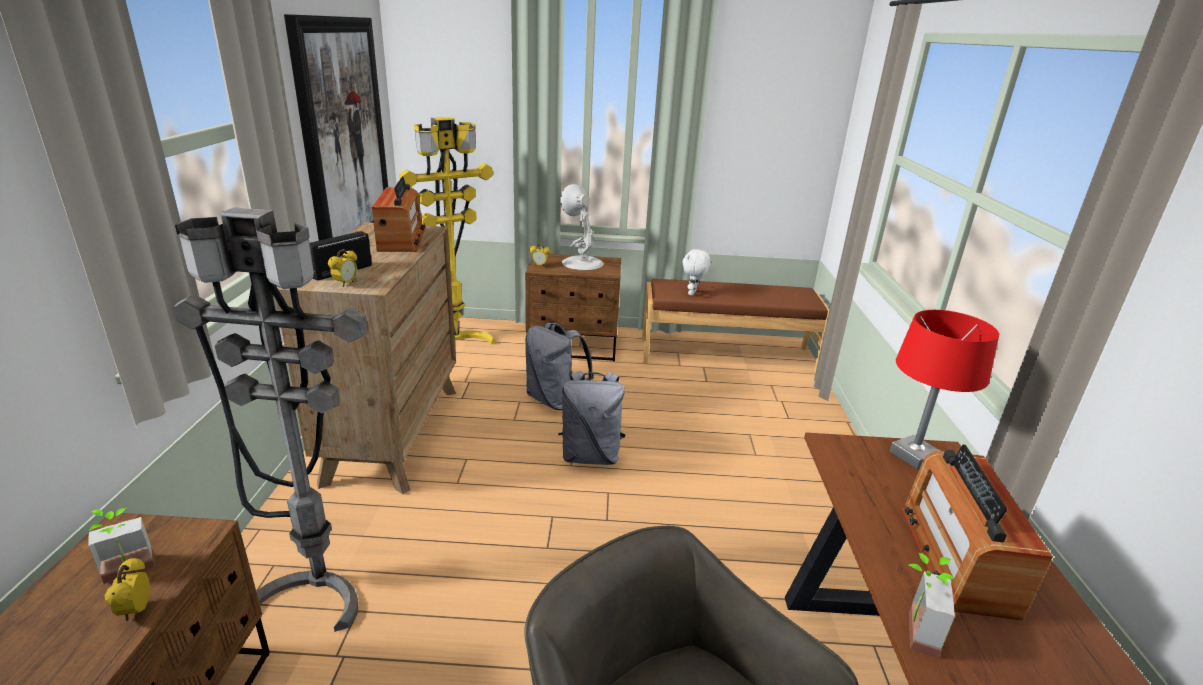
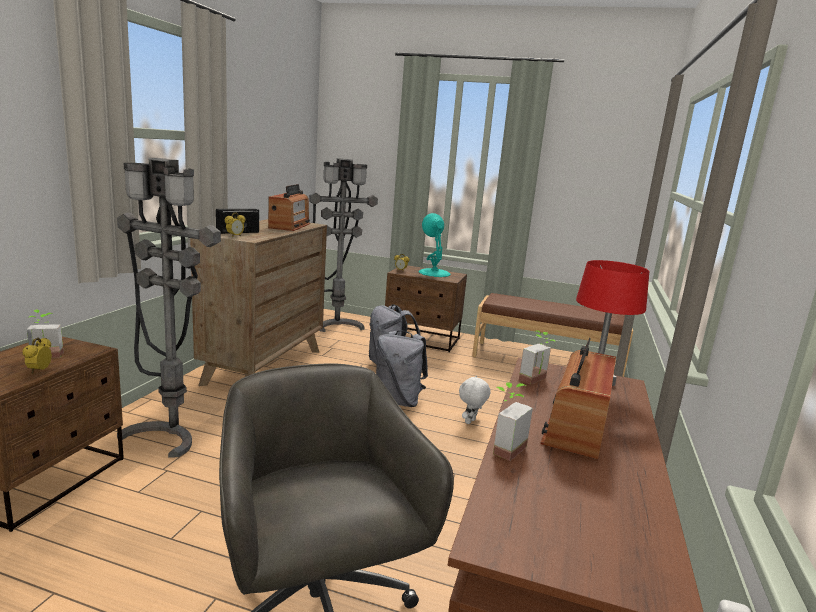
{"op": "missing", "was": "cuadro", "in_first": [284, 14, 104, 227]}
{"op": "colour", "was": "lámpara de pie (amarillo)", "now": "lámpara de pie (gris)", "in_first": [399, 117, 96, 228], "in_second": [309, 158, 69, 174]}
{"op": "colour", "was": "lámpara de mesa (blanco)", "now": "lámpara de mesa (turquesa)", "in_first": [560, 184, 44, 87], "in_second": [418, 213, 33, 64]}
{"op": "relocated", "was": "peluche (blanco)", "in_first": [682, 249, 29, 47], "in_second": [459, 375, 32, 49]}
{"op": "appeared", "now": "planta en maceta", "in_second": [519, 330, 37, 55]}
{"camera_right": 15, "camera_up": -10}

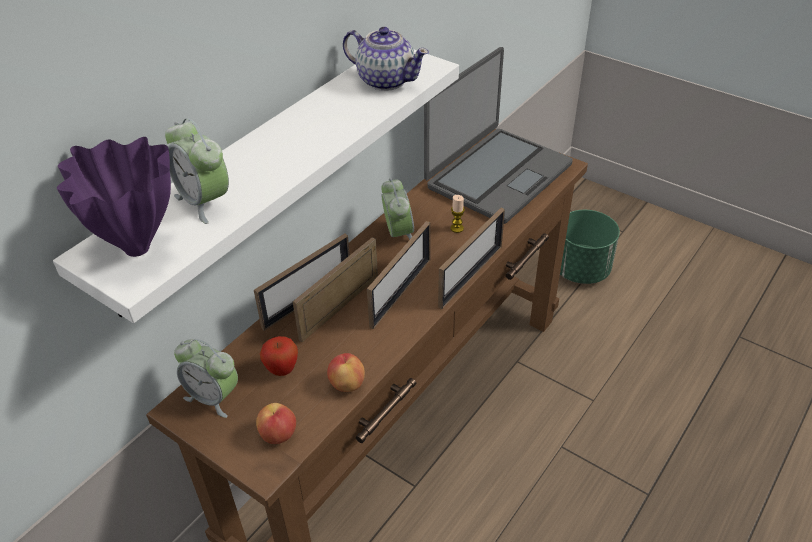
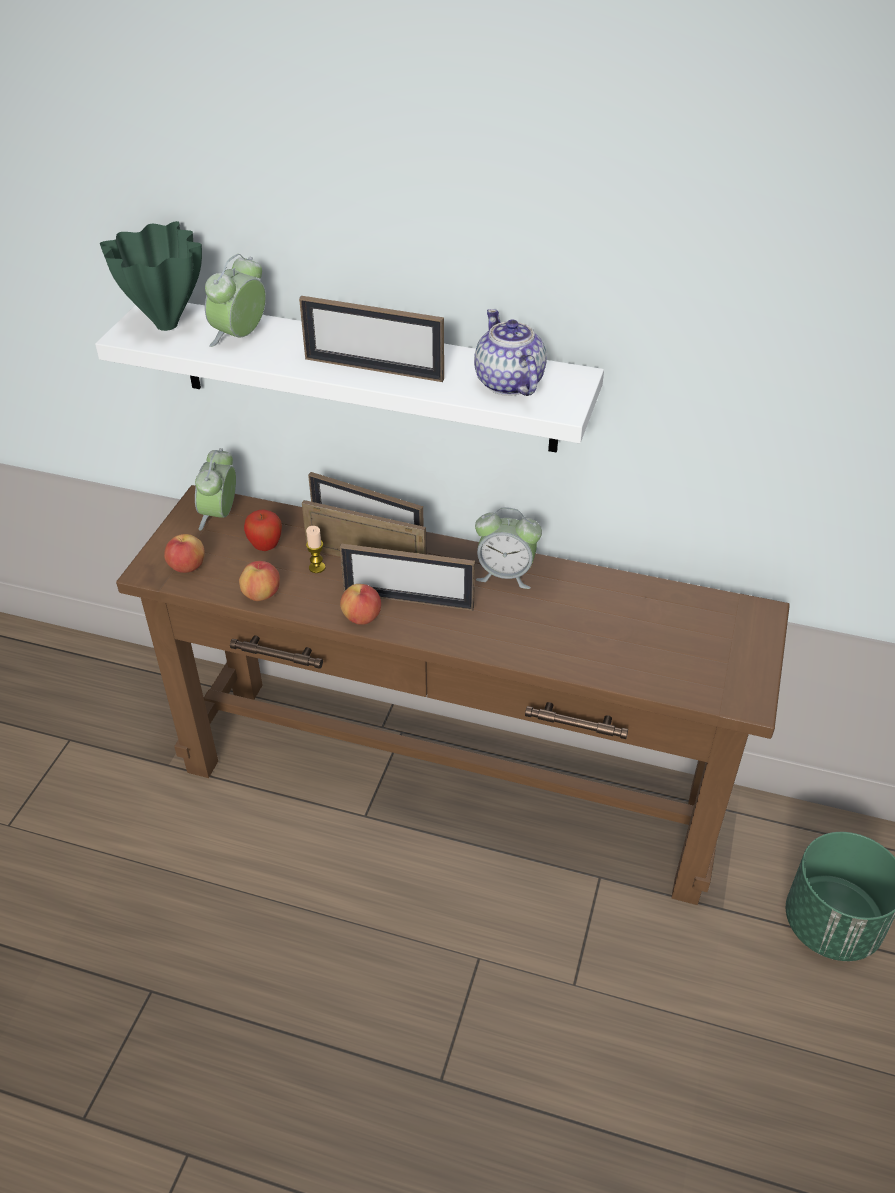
{"op": "spun", "was": "tetera", "in_first": [343, 27, 86, 64], "in_second": [474, 309, 73, 87], "clockwise": 150}
{"op": "missing", "was": "portátil", "in_first": [424, 47, 149, 177]}
{"op": "colour", "was": "florero (morado)", "now": "florero (verde)", "in_first": [57, 137, 114, 120], "in_second": [100, 221, 102, 110]}
{"op": "spun", "was": "despertador", "in_first": [381, 178, 33, 62], "in_second": [475, 507, 67, 82], "clockwise": 45}
{"op": "relocated", "was": "vela", "in_first": [451, 195, 14, 38], "in_second": [306, 526, 19, 47]}
{"op": "relocated", "was": "portarretratos", "in_first": [438, 208, 67, 101], "in_second": [299, 296, 145, 86]}
{"op": "appeared", "now": "manzana", "in_second": [340, 584, 41, 41]}
{"camera_right": 70, "camera_up": 0}

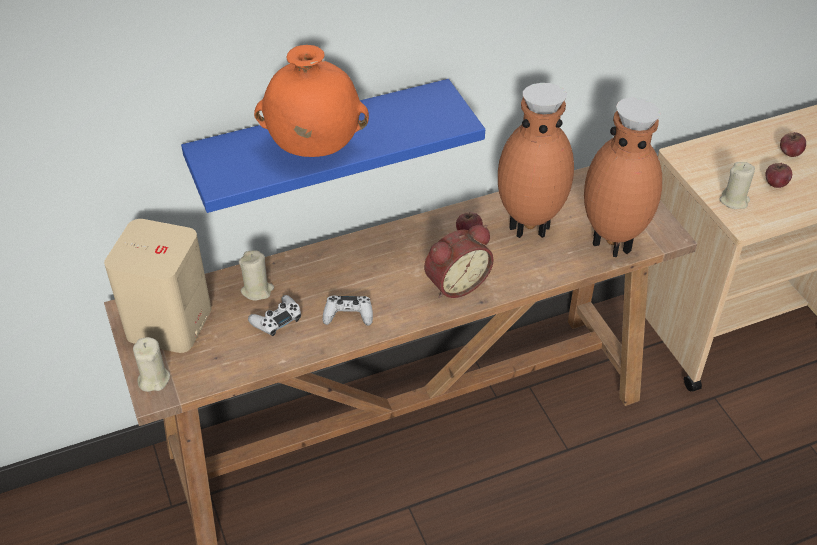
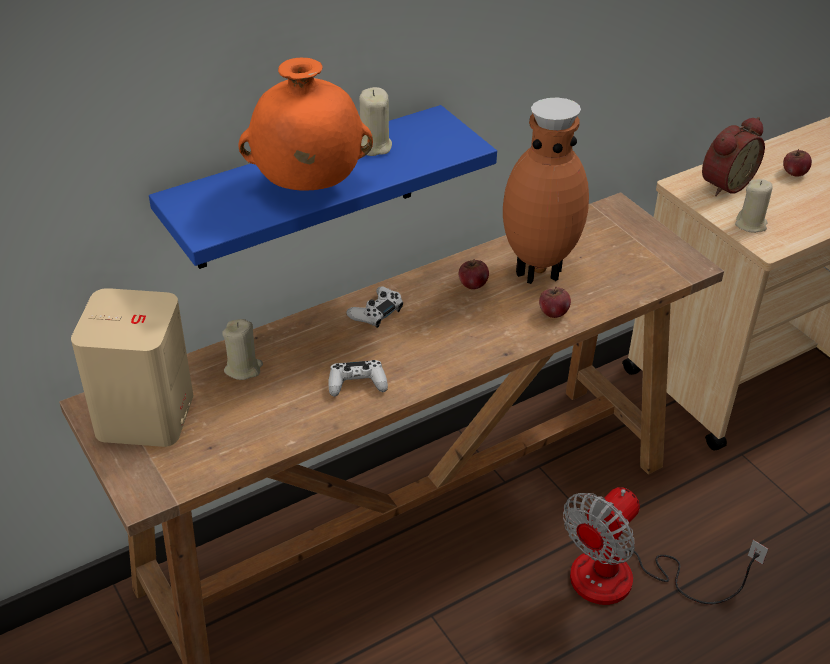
{"op": "missing", "was": "florero (marrón)", "in_first": [584, 97, 78, 160]}
{"op": "relocated", "was": "manzana", "in_first": [765, 163, 27, 25], "in_second": [539, 287, 32, 31]}
{"op": "relocated", "was": "despertador", "in_first": [424, 225, 70, 73], "in_second": [702, 117, 63, 79]}
{"op": "relocated", "was": "mando de consola (blanco)", "in_first": [248, 295, 53, 41], "in_second": [347, 287, 56, 41]}
{"op": "relocated", "was": "vela (beis)", "in_first": [133, 337, 37, 55], "in_second": [359, 87, 33, 69]}
{"op": "appeared", "now": "ventilador", "in_second": [563, 487, 205, 118]}
{"camera_right": -10, "camera_up": -5}

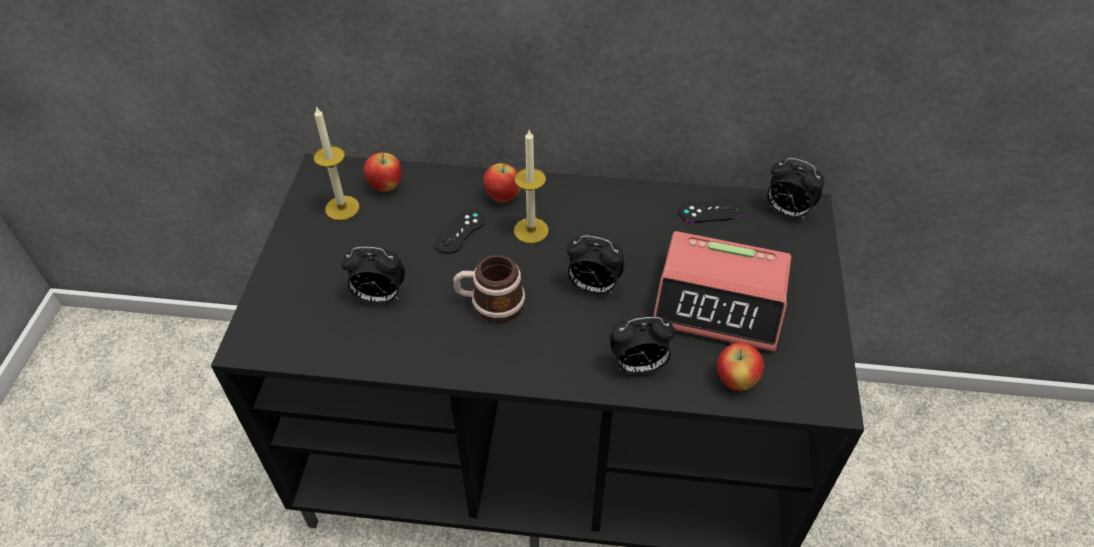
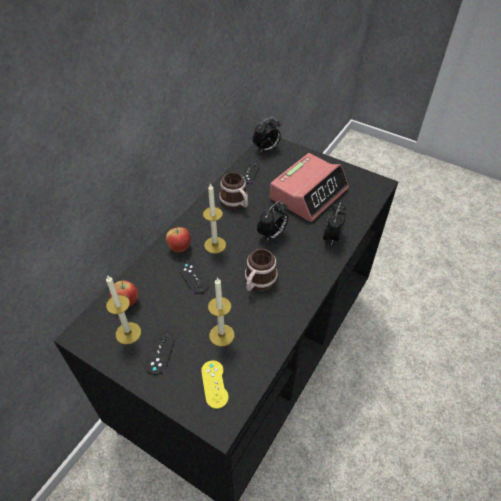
{"op": "exchanged", "was": "despertador", "now": "vela", "in_first": [341, 247, 64, 57], "in_second": [208, 277, 27, 70]}
{"op": "missing", "was": "manzana", "in_first": [717, 342, 47, 49]}
{"op": "appeared", "now": "taza grande", "in_second": [219, 172, 29, 37]}
{"op": "appeared", "now": "mando de consola (negro)", "in_second": [145, 331, 30, 44]}
{"op": "appeared", "now": "mando de consola (amarillo)", "in_second": [201, 360, 28, 49]}
{"camera_right": -65, "camera_up": 0}

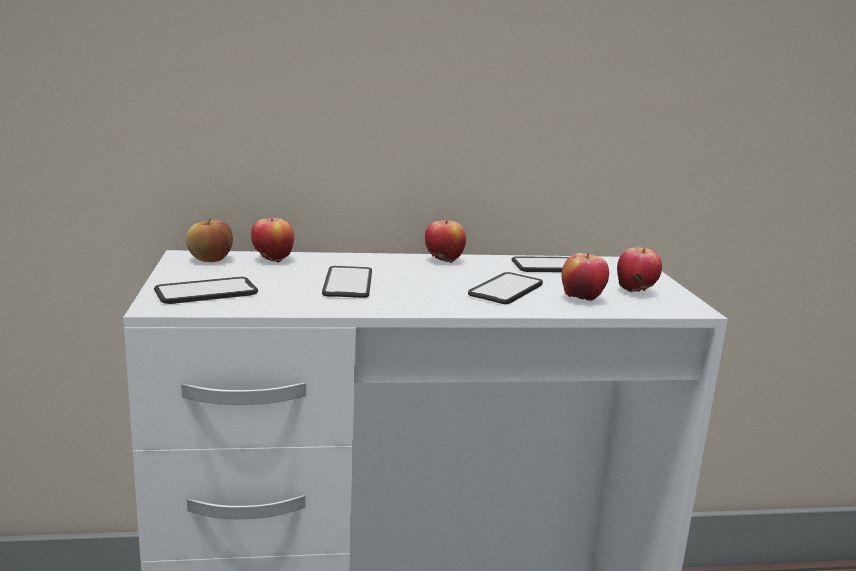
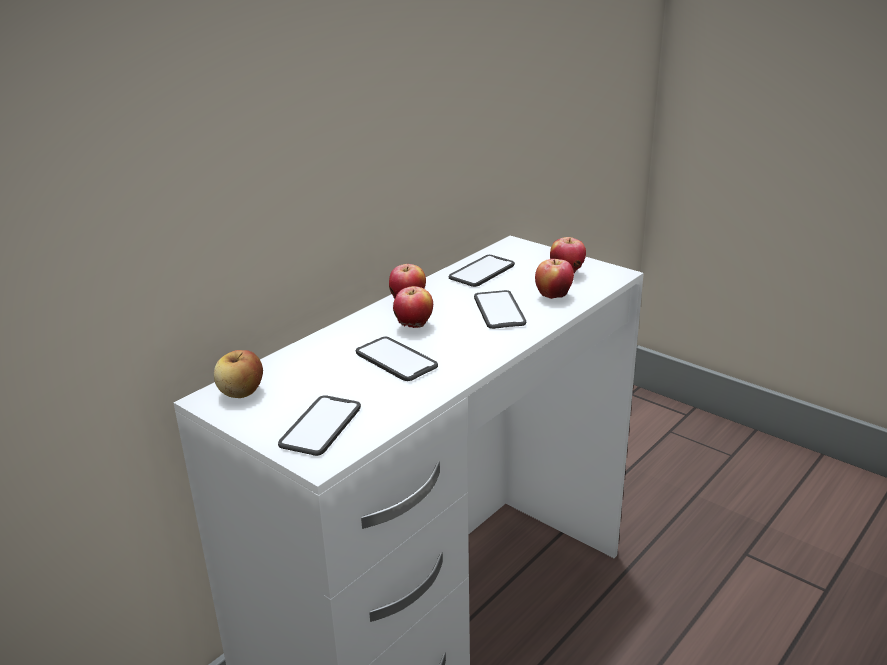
{"op": "relocated", "was": "manzana", "in_first": [251, 218, 43, 44], "in_second": [393, 286, 40, 42]}
{"camera_right": -40, "camera_up": 10}

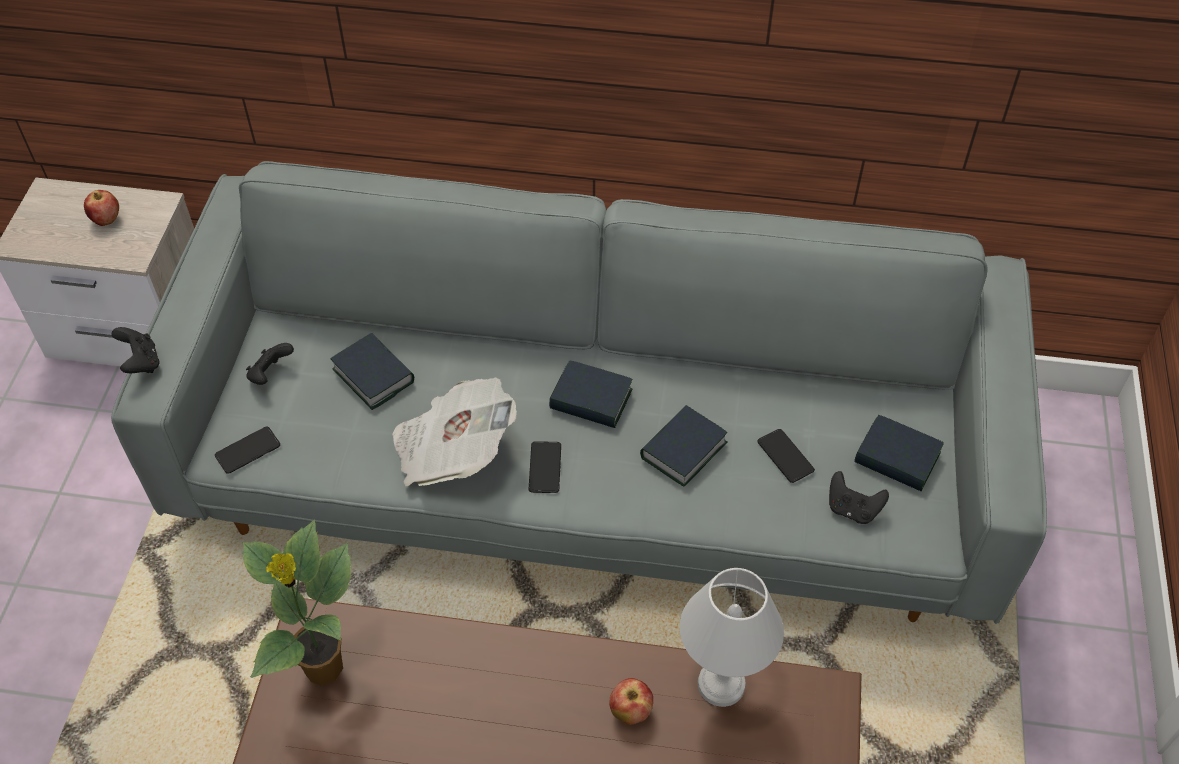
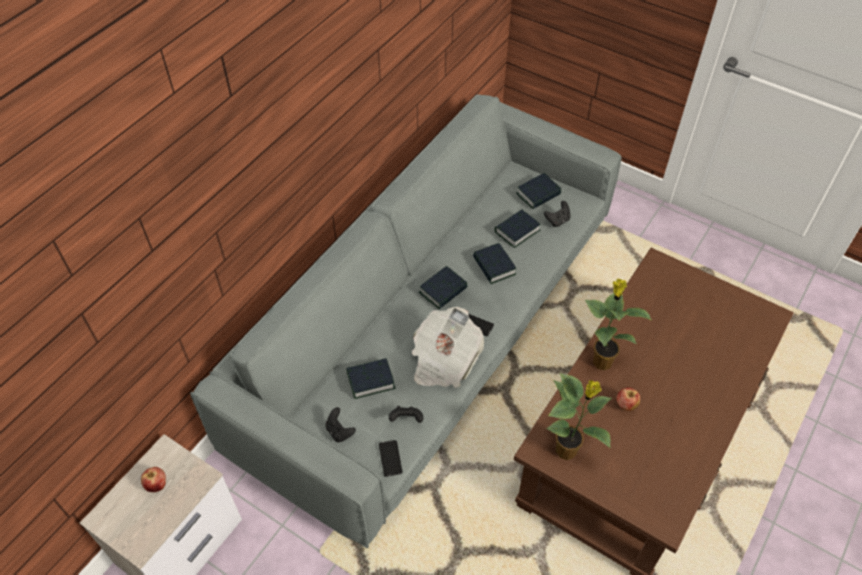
{"op": "relocated", "was": "mando de consola (negro)", "in_first": [111, 327, 49, 46], "in_second": [389, 406, 34, 17]}
{"op": "exchanged", "was": "móvil", "now": "libro", "in_first": [757, 429, 58, 54], "in_second": [495, 209, 46, 39]}
{"op": "missing", "was": "lámpara de mesa (blanco)", "in_first": [680, 568, 104, 139]}
{"op": "relocated", "was": "manzana", "in_first": [609, 678, 44, 47], "in_second": [617, 387, 23, 24]}
{"op": "appeared", "now": "planta en maceta", "in_second": [585, 279, 68, 91]}
{"camera_right": -65, "camera_up": 0}

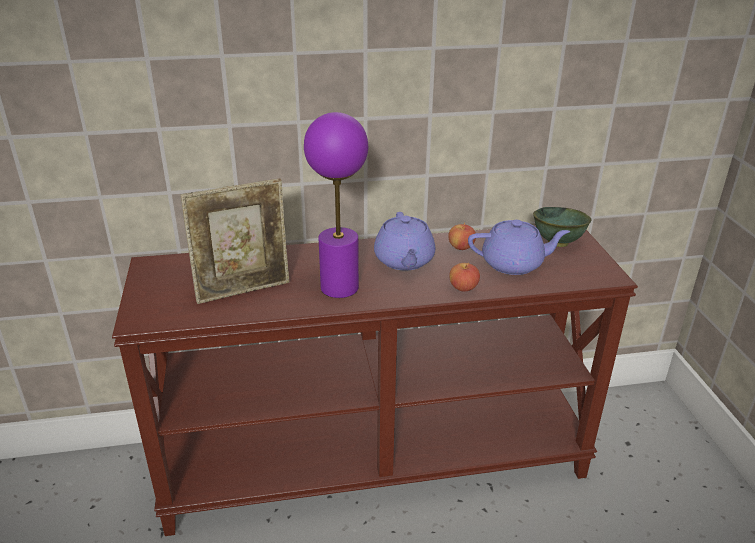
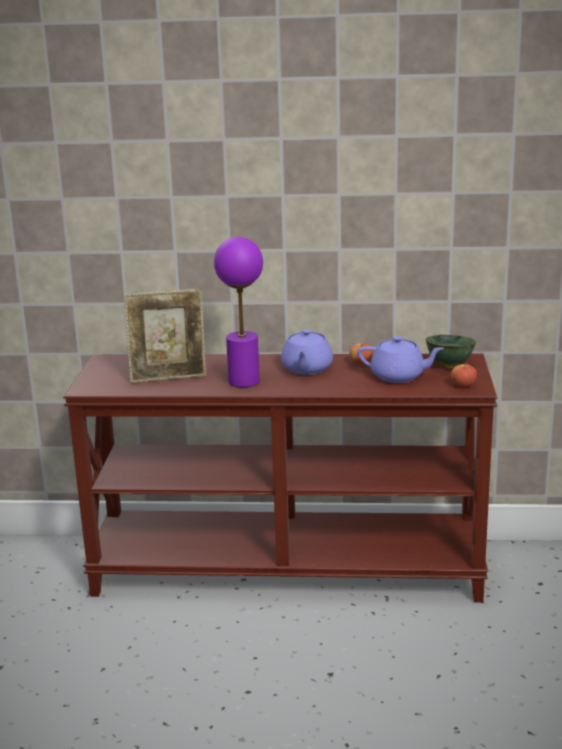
{"op": "relocated", "was": "manzana", "in_first": [449, 262, 31, 30], "in_second": [451, 363, 26, 25]}
{"camera_right": 15, "camera_up": -10}

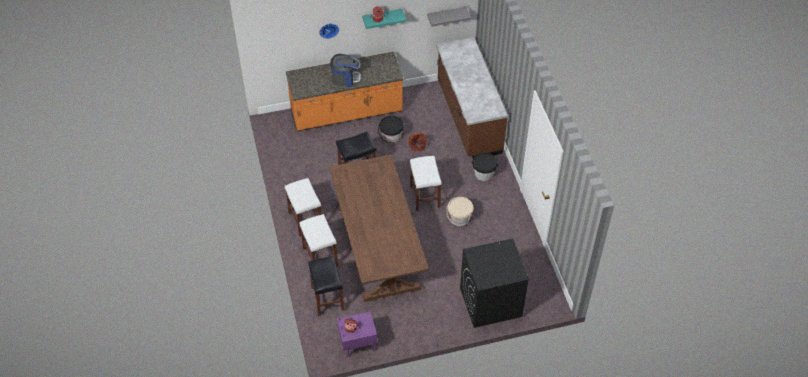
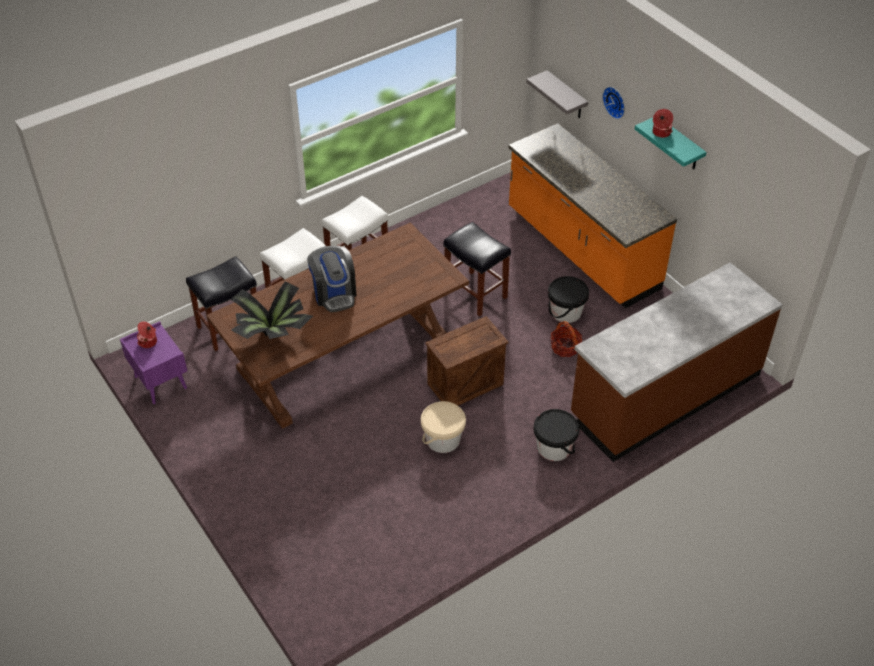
{"op": "relocated", "was": "estante (gris)", "in_first": [427, 7, 44, 19], "in_second": [526, 70, 62, 48]}
{"op": "relocated", "was": "cafetera", "in_first": [330, 54, 31, 33], "in_second": [307, 246, 49, 66]}
{"op": "exchanged", "was": "taburete (blanco)", "now": "caja de embalaje", "in_first": [410, 156, 32, 55], "in_second": [425, 316, 84, 90]}
{"op": "missing", "was": "lavadora (negro)", "in_first": [460, 238, 69, 90]}
{"op": "appeared", "now": "planta en maceta", "in_second": [231, 281, 82, 58]}
{"camera_right": 70, "camera_up": -5}

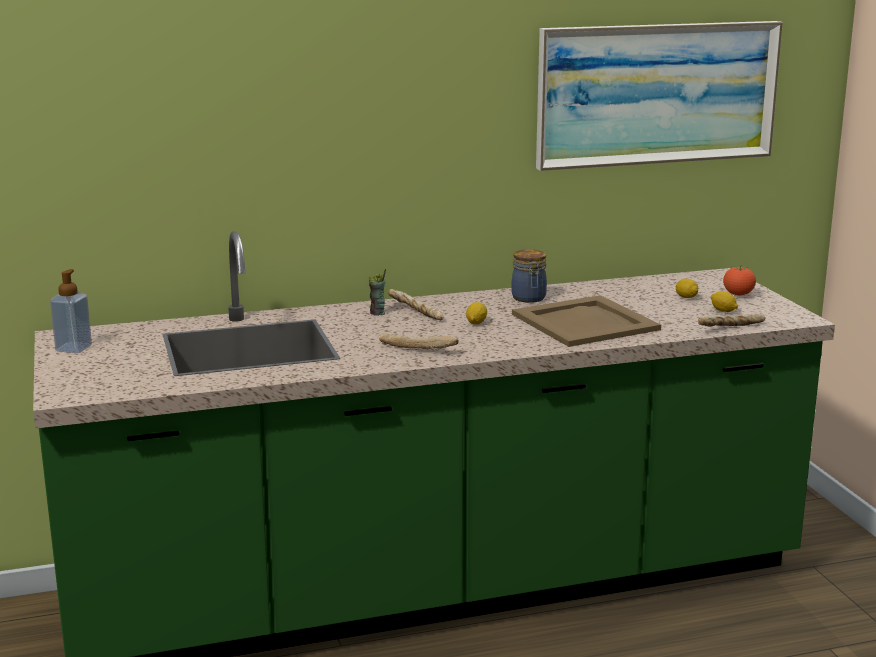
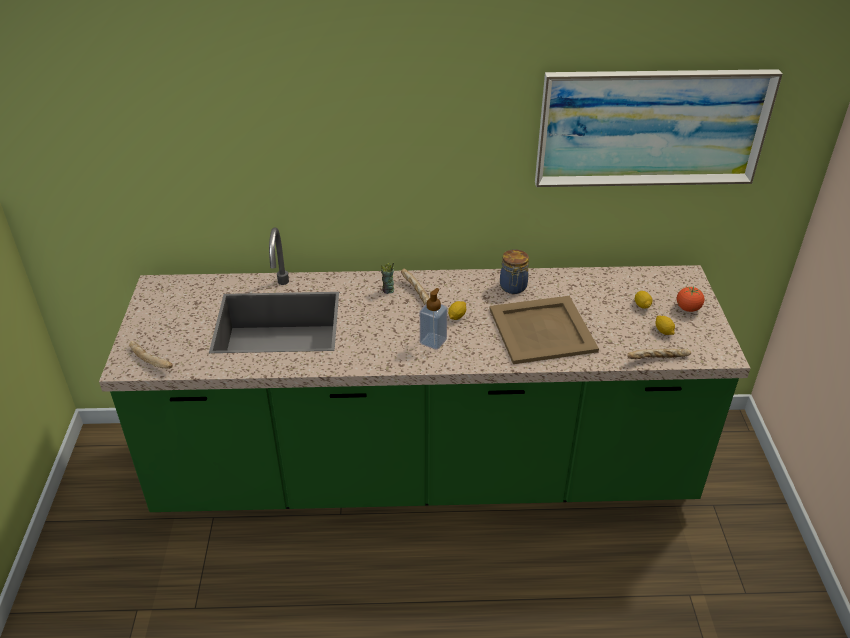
{"op": "relocated", "was": "dispensador de jabón", "in_first": [50, 269, 42, 84], "in_second": [420, 288, 27, 62]}
{"op": "relocated", "was": "pan", "in_first": [379, 334, 80, 15], "in_second": [129, 341, 44, 28]}
{"camera_right": 15, "camera_up": 20}

